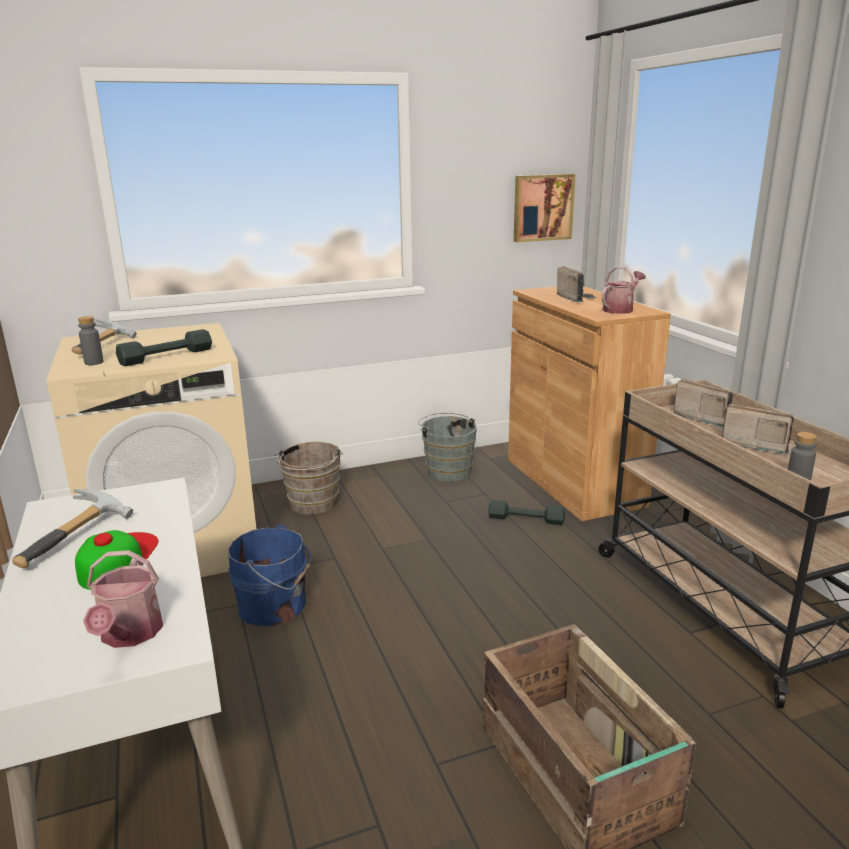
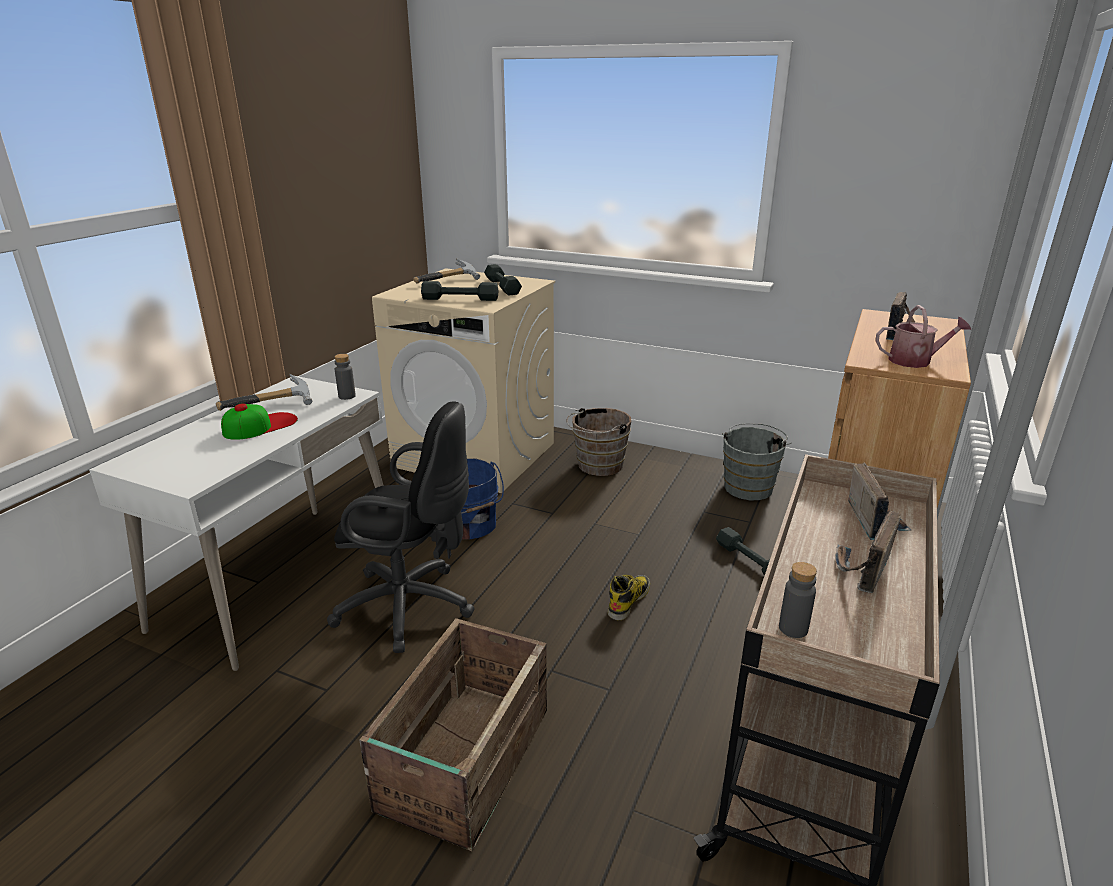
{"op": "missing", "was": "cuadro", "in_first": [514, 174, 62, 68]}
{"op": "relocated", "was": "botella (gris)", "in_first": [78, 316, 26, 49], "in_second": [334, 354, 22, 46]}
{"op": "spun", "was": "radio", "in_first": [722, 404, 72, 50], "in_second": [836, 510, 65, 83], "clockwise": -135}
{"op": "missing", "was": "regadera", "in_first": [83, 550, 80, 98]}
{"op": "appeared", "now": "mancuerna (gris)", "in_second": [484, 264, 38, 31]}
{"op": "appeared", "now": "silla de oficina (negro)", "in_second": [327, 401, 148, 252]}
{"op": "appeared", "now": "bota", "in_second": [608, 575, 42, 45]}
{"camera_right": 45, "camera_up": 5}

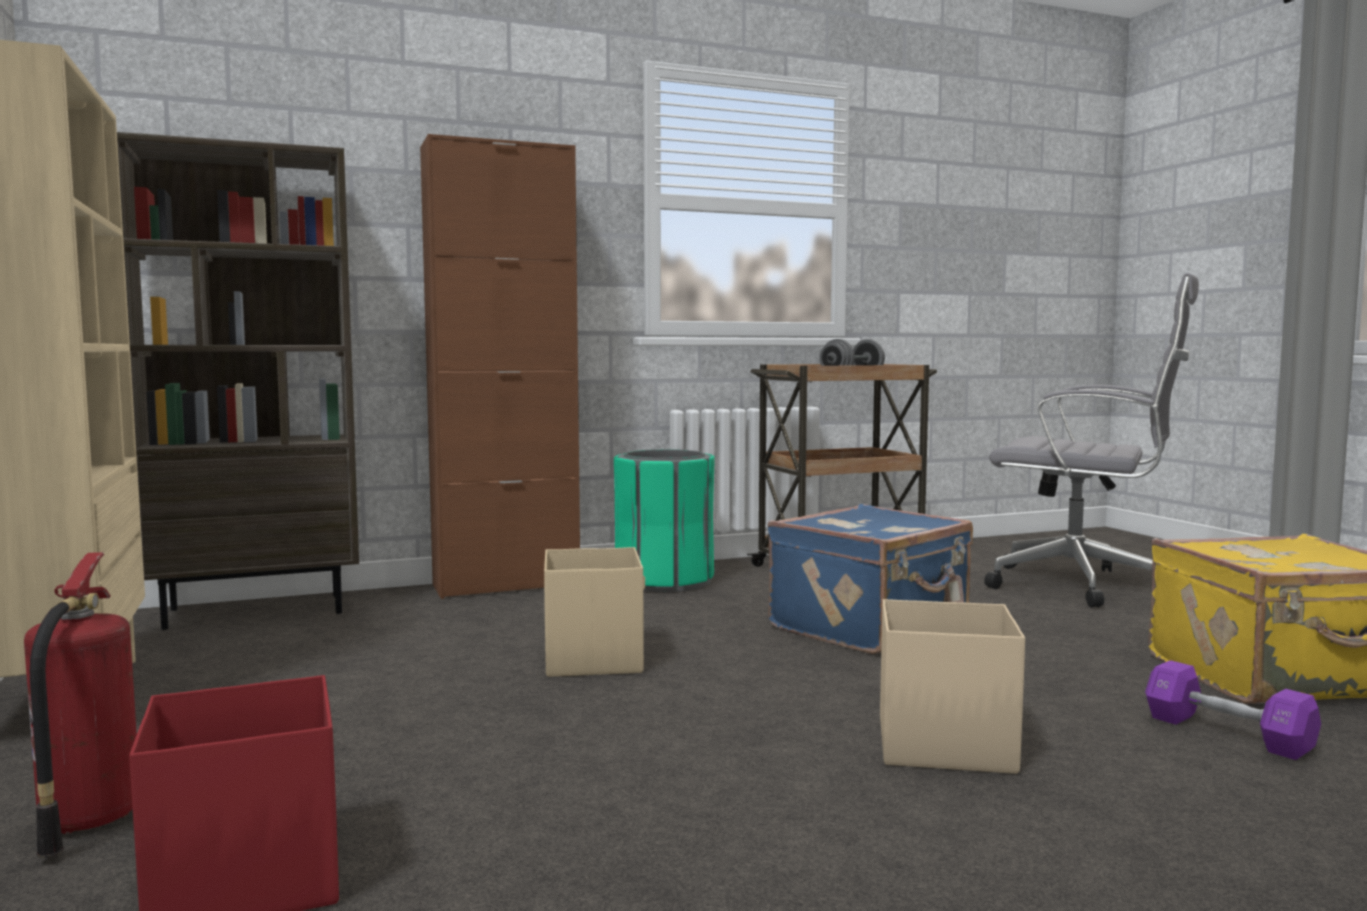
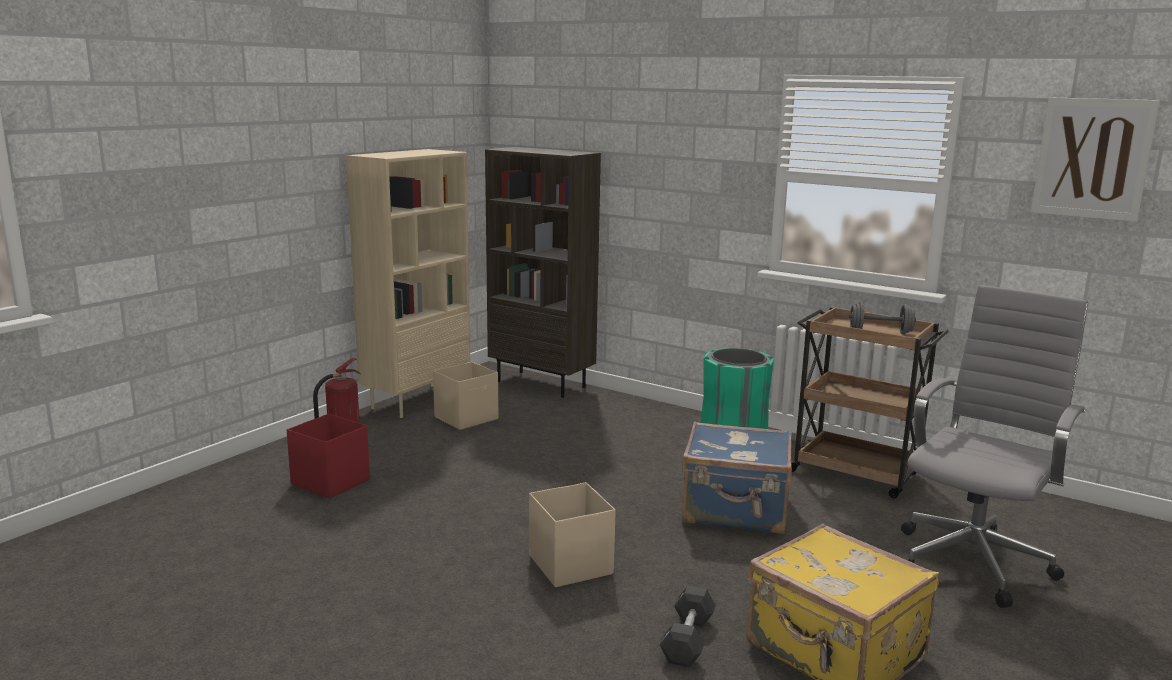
{"op": "missing", "was": "armario (marrón)", "in_first": [420, 134, 160, 465]}
{"op": "spun", "was": "silla de oficina (gris)", "in_first": [984, 273, 215, 335], "in_second": [901, 285, 187, 323], "clockwise": -135}
{"op": "relocated", "was": "caja de almacenaje (beis)", "in_first": [544, 547, 101, 130], "in_second": [433, 362, 65, 68]}
{"op": "colour", "was": "mancuerna (morado)", "now": "mancuerna (negro)", "in_first": [1145, 660, 176, 100], "in_second": [660, 585, 56, 82]}
{"op": "appeared", "now": "cuadro", "in_second": [1031, 97, 129, 125]}
{"camera_right": 55, "camera_up": 10}

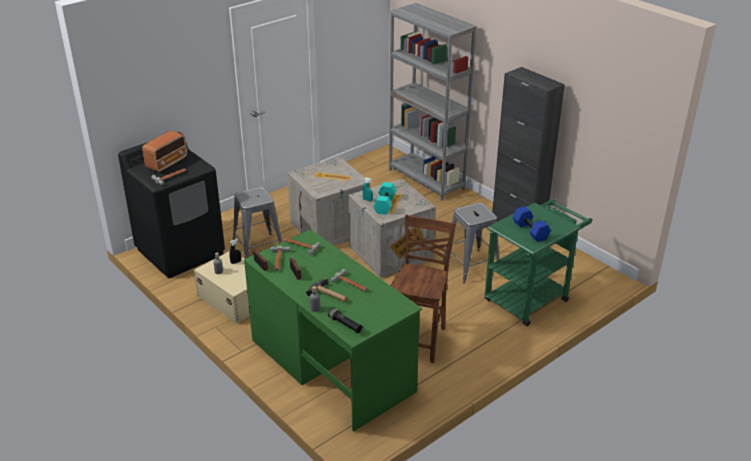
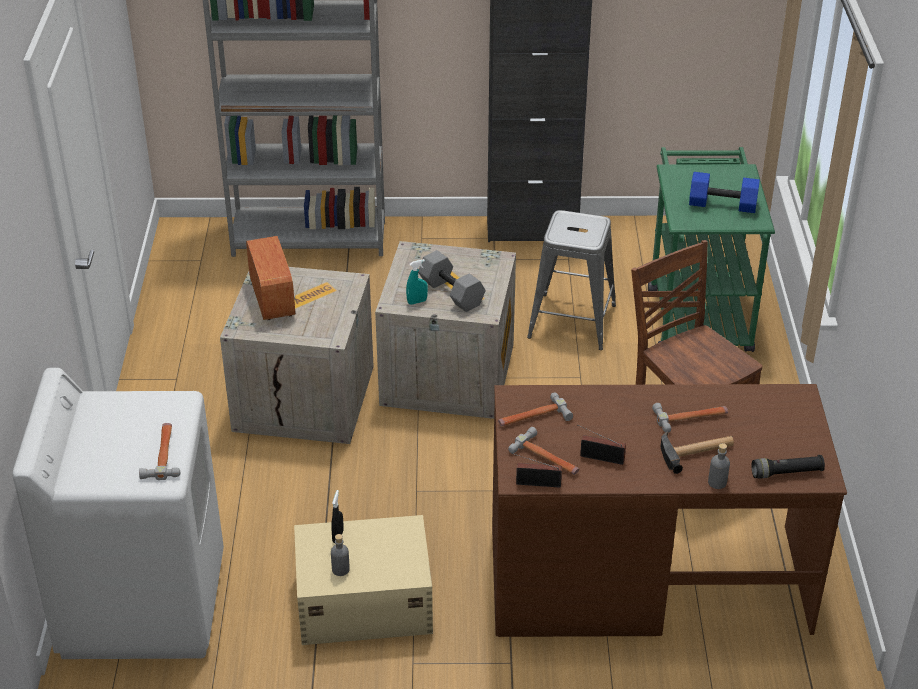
{"op": "relocated", "was": "radio", "in_first": [142, 130, 45, 43], "in_second": [246, 236, 49, 84]}
{"op": "colour", "was": "lavadora (negro)", "now": "lavadora (blanco)", "in_first": [118, 132, 107, 146], "in_second": [12, 368, 212, 291]}
{"op": "colour", "was": "mancuerna (turquesa)", "now": "mancuerna (gris)", "in_first": [373, 182, 23, 33], "in_second": [418, 250, 68, 62]}
{"op": "missing", "was": "taburete (gris)", "in_first": [233, 187, 49, 72]}
{"op": "colour", "was": "escritorio (verde)", "now": "escritorio (marrón)", "in_first": [244, 229, 178, 203], "in_second": [492, 384, 355, 253]}
{"camera_right": -50, "camera_up": 5}

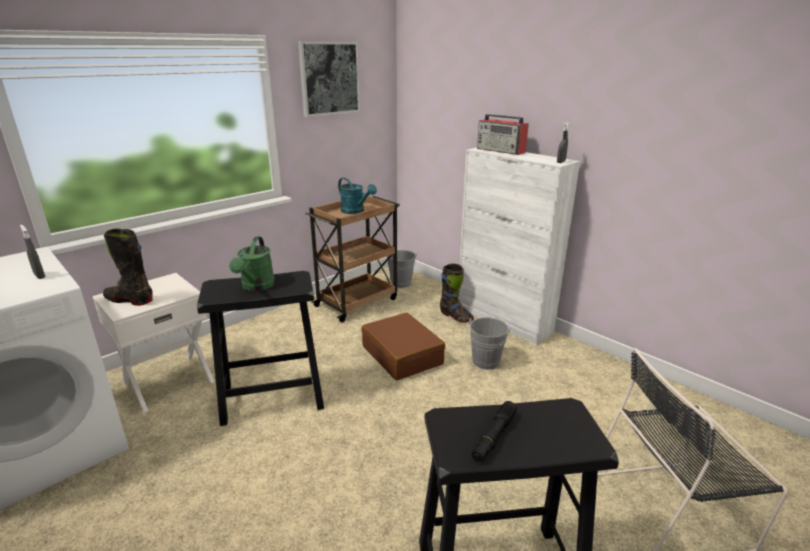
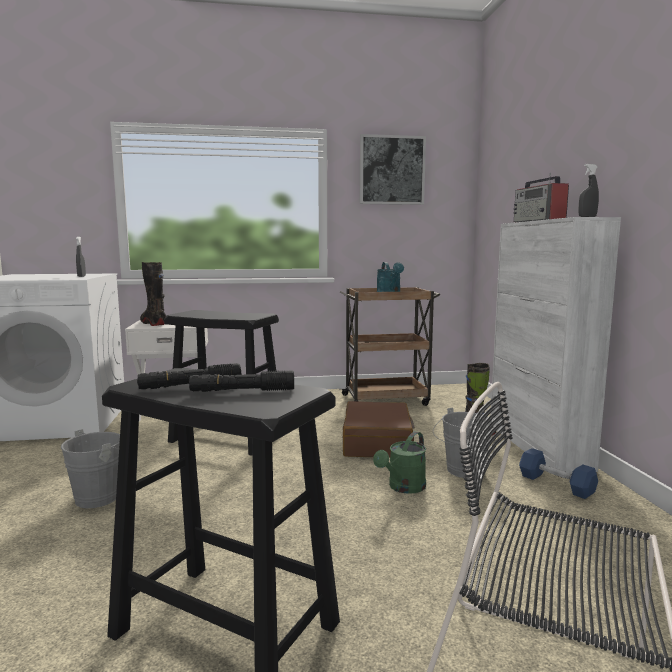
{"op": "relocated", "was": "regadera (verde)", "in_first": [229, 236, 46, 55], "in_second": [373, 431, 53, 63]}
{"op": "relocated", "was": "cubo (gris)", "in_first": [387, 250, 30, 38], "in_second": [61, 429, 59, 79]}
{"op": "appeared", "now": "linterna (negro)", "in_second": [189, 370, 105, 22]}
{"op": "appeared", "now": "mancuerna (azul)", "in_second": [519, 448, 79, 51]}
{"camera_right": 35, "camera_up": -15}

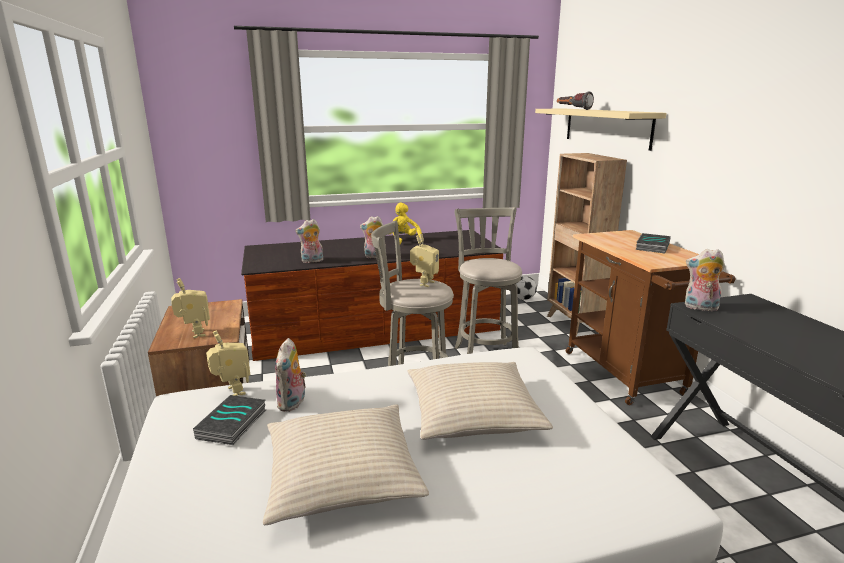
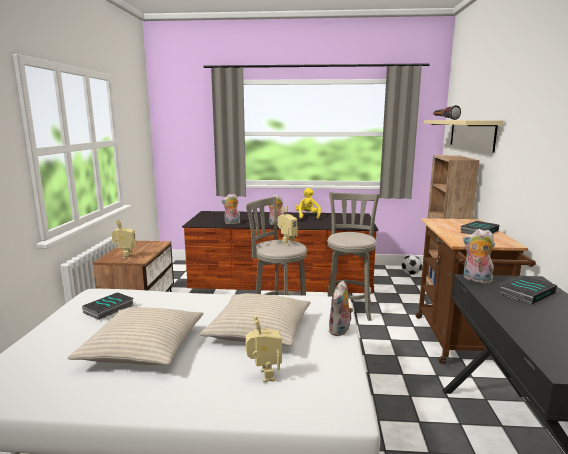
{"op": "relocated", "was": "robot de juguete", "in_first": [206, 330, 44, 66], "in_second": [246, 316, 36, 66]}
{"op": "relocated", "was": "peluche", "in_first": [275, 338, 32, 74], "in_second": [329, 281, 24, 55]}
{"op": "appeared", "now": "libro", "in_second": [499, 275, 58, 30]}
{"camera_right": 20, "camera_up": -5}

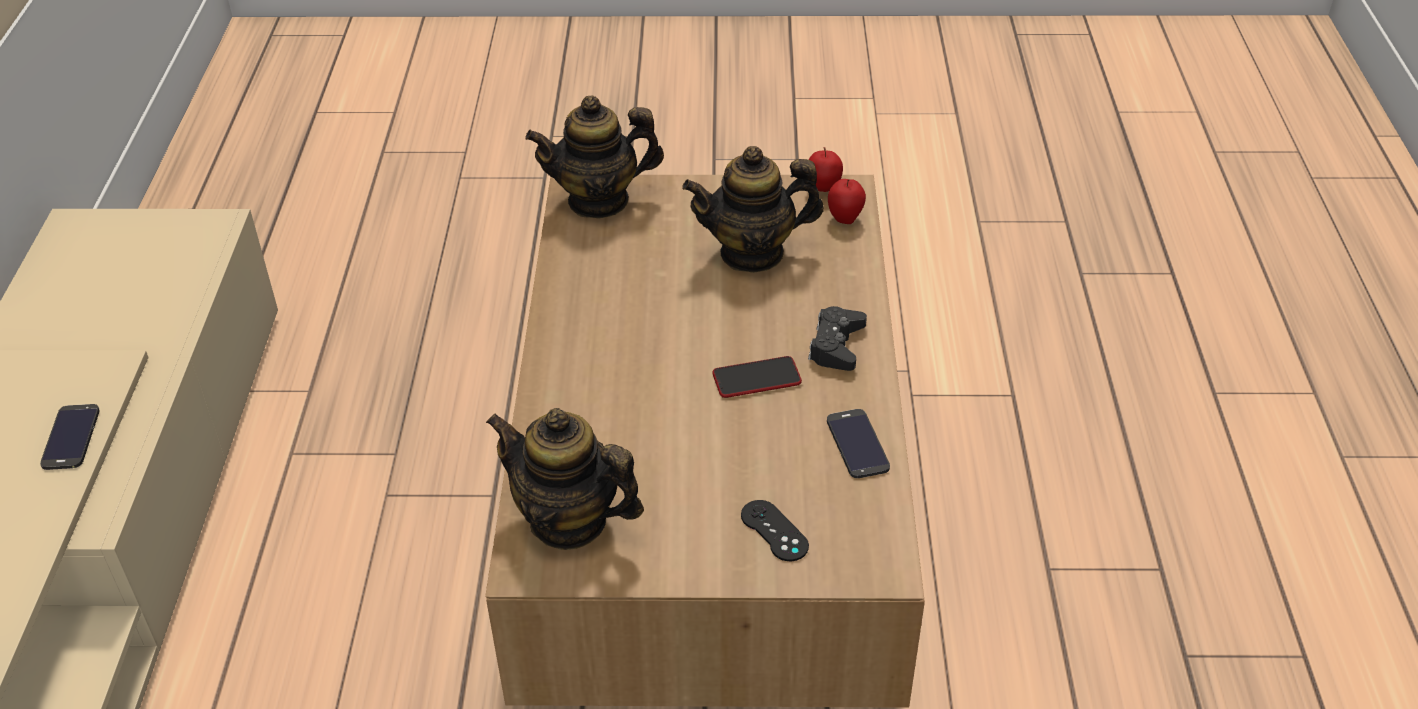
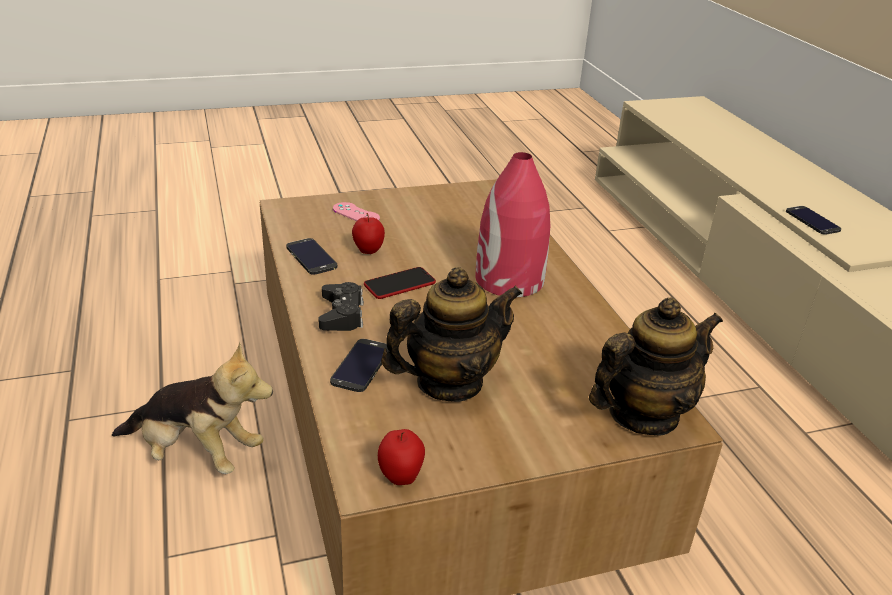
{"op": "relocated", "was": "manzana", "in_first": [828, 179, 38, 45], "in_second": [352, 213, 33, 41]}
{"op": "missing", "was": "tetera", "in_first": [486, 408, 158, 142]}
{"op": "colour", "was": "mando de consola (negro)", "now": "mando de consola (rosa)", "in_first": [741, 500, 68, 61], "in_second": [333, 202, 47, 19]}
{"op": "appeared", "now": "florero (rojo)", "in_second": [476, 152, 74, 145]}
{"op": "appeared", "now": "móvil", "in_second": [330, 339, 57, 53]}
{"op": "appeared", "now": "peluche", "in_second": [112, 341, 161, 133]}
{"camera_right": 160, "camera_up": -10}

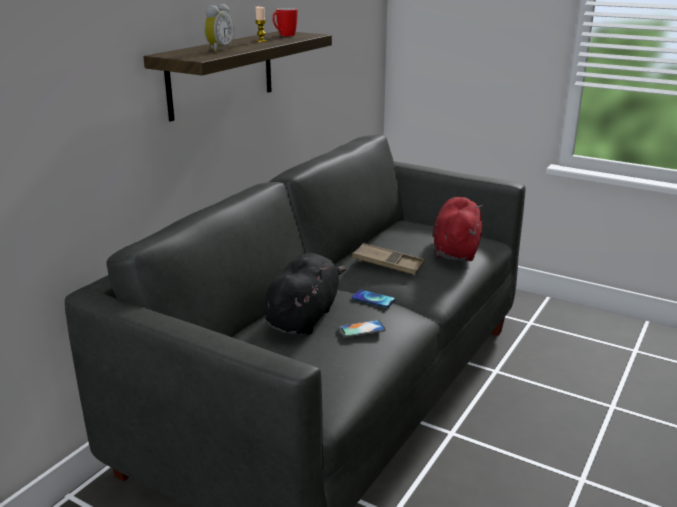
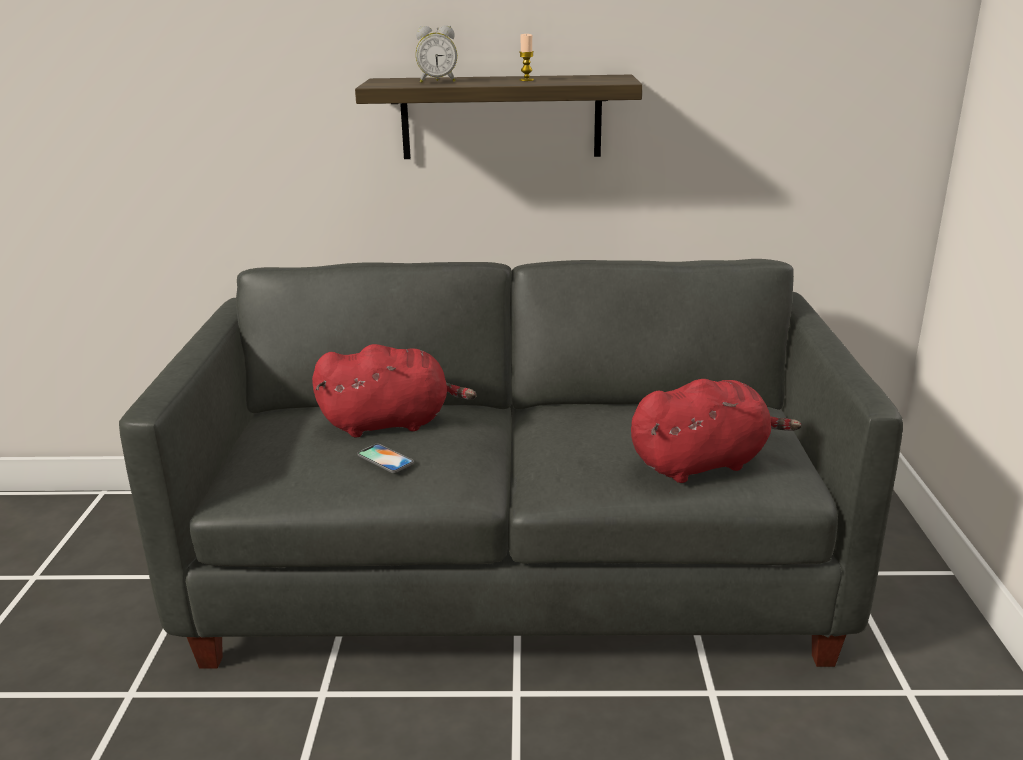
{"op": "missing", "was": "taza grande", "in_first": [272, 8, 26, 28]}
{"op": "missing", "was": "bandeja (marrón)", "in_first": [352, 243, 73, 32]}
{"op": "colour", "was": "peluche (negro)", "now": "peluche (rojo)", "in_first": [263, 253, 83, 82], "in_second": [312, 344, 165, 93]}
{"op": "missing", "was": "móvil", "in_first": [352, 290, 43, 18]}
{"camera_right": 60, "camera_up": 0}

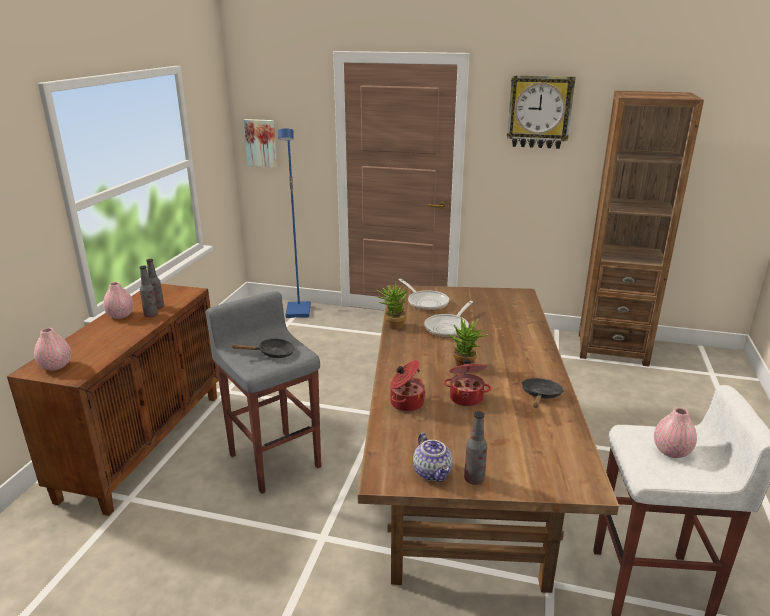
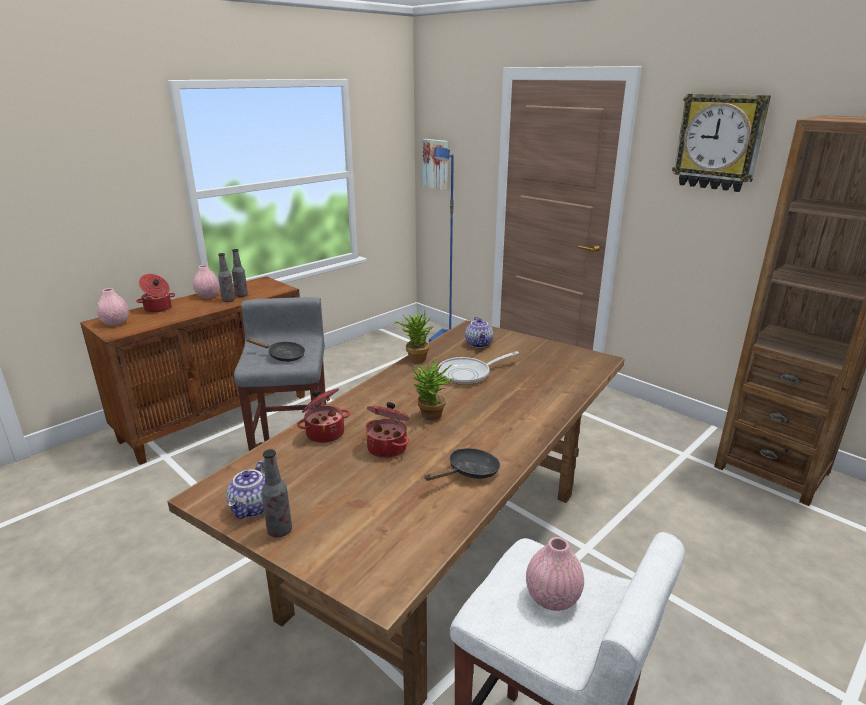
{"op": "exchanged", "was": "sartén", "now": "tetera", "in_first": [399, 279, 50, 32], "in_second": [465, 317, 28, 31]}
{"op": "appeared", "now": "olla", "in_second": [136, 274, 39, 39]}
{"camera_right": 30, "camera_up": 0}

